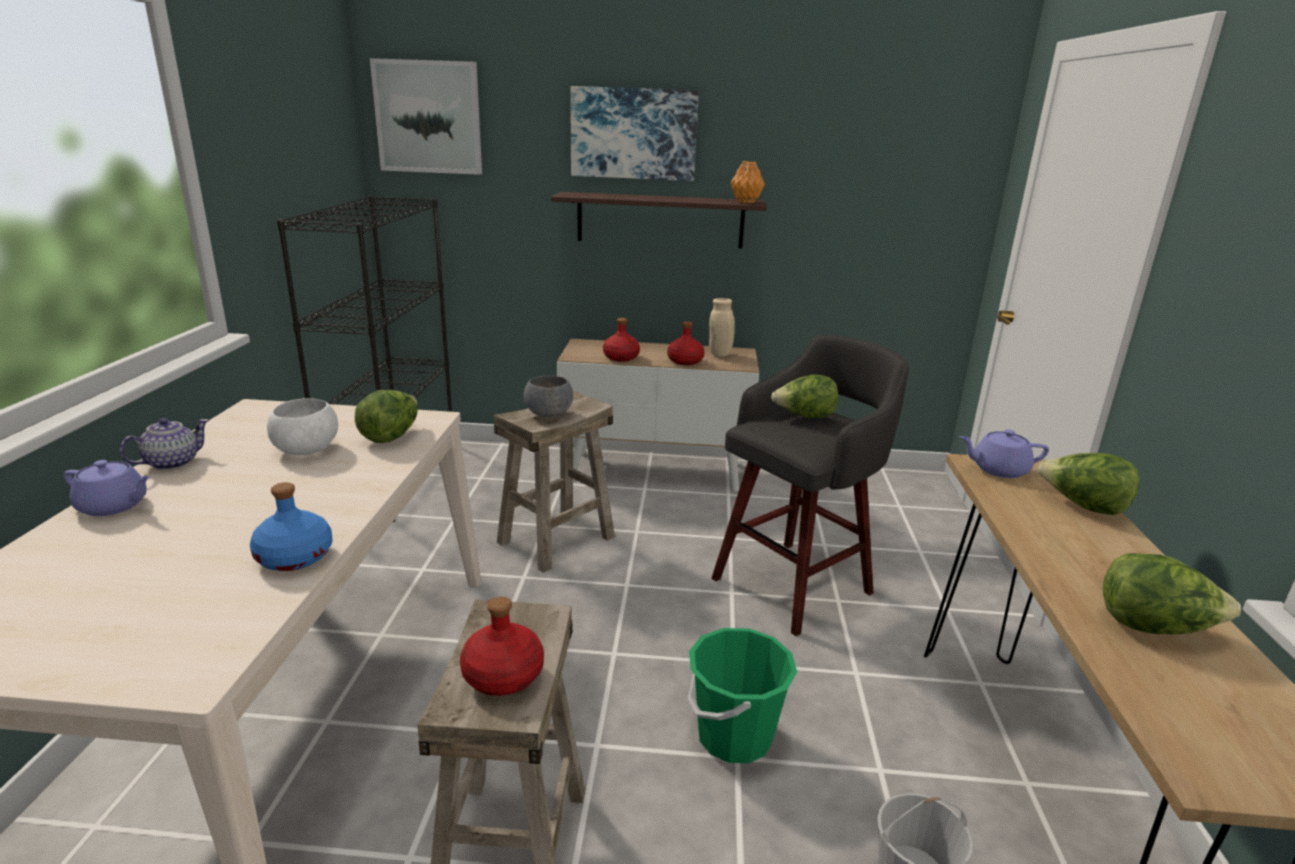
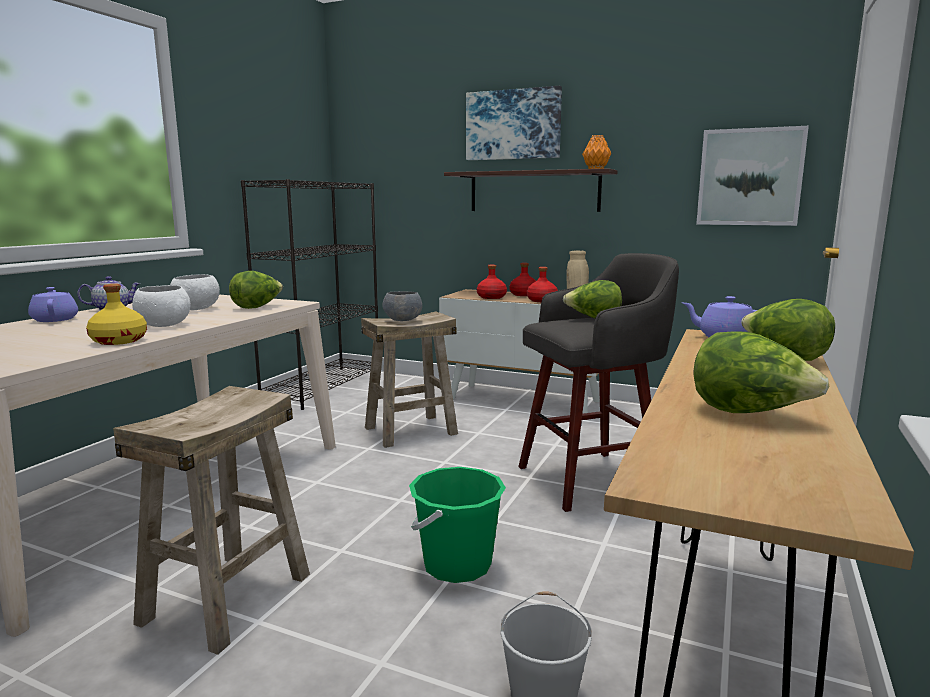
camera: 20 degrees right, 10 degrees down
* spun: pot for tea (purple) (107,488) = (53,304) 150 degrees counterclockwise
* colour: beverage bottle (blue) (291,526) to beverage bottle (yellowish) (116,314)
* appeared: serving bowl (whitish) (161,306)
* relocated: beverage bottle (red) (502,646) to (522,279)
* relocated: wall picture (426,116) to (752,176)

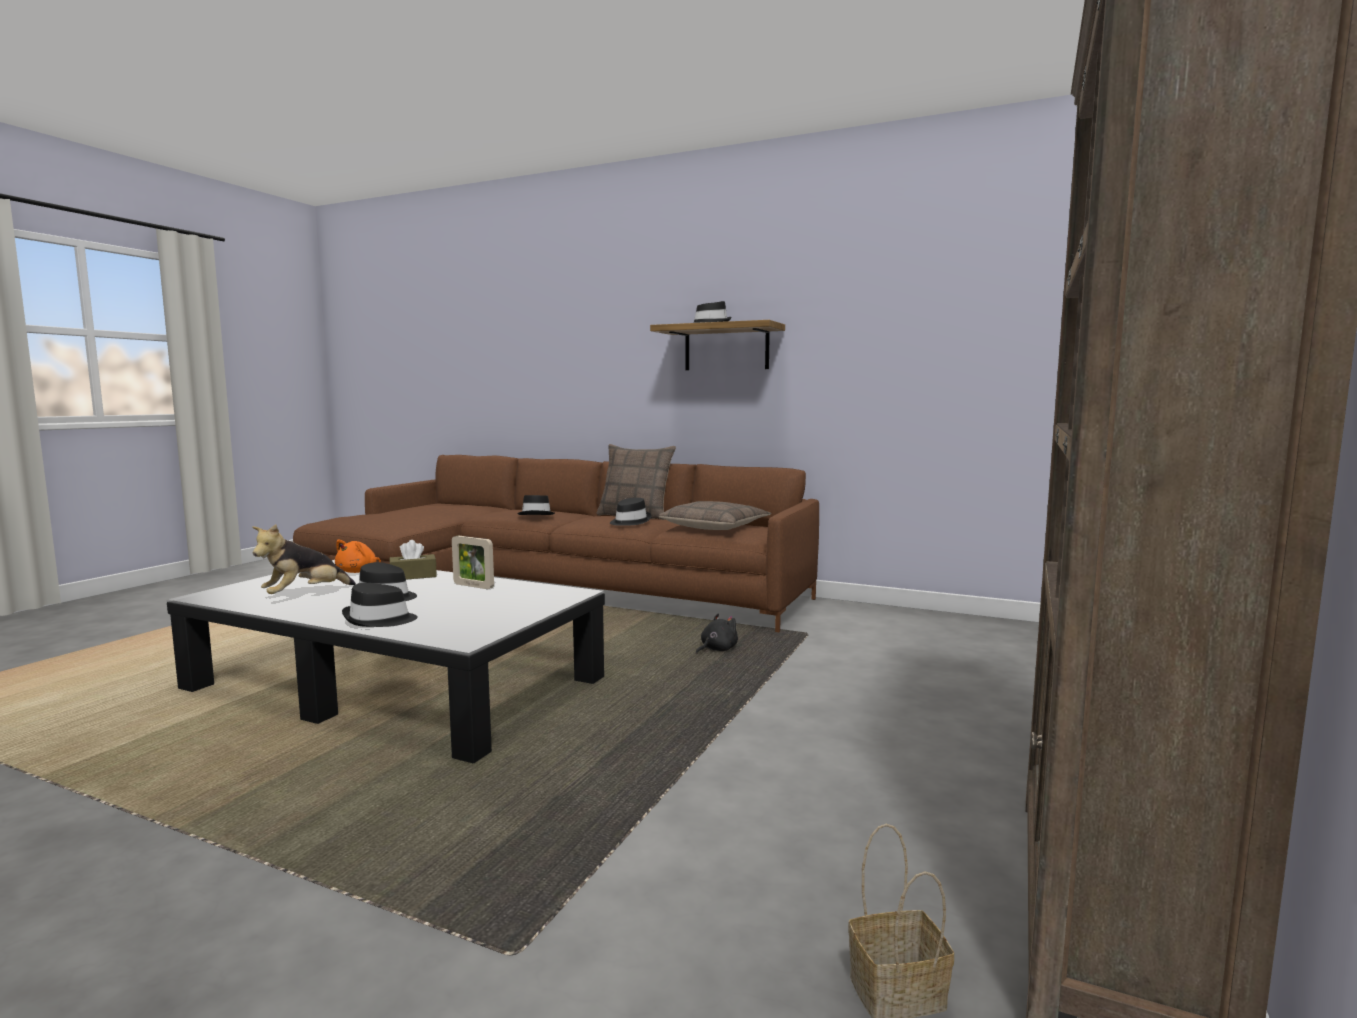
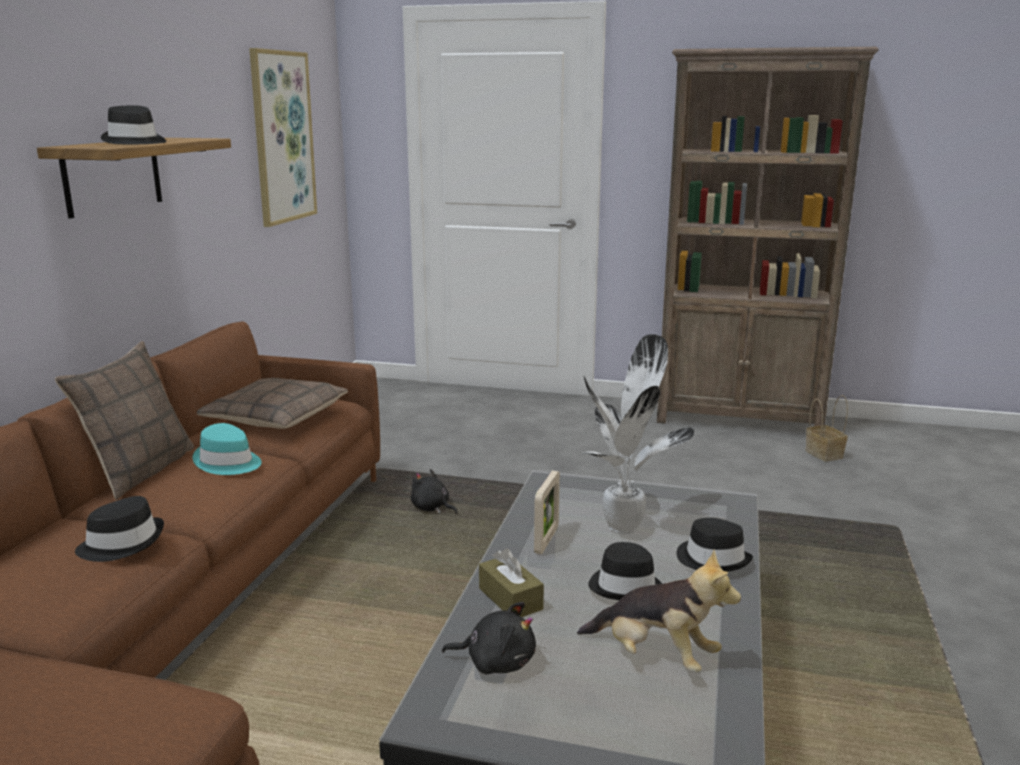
camera: 100 degrees left, 10 degrees up
* colour: hat (black-coloured) (630,512) to hat (turquoise) (227,449)
* appeared: wall picture (283,137)
* colour: cuddly toy (orange-coloured) (358,556) to cuddly toy (black-coloured) (489,638)
* appeared: plant in a pot (638,434)

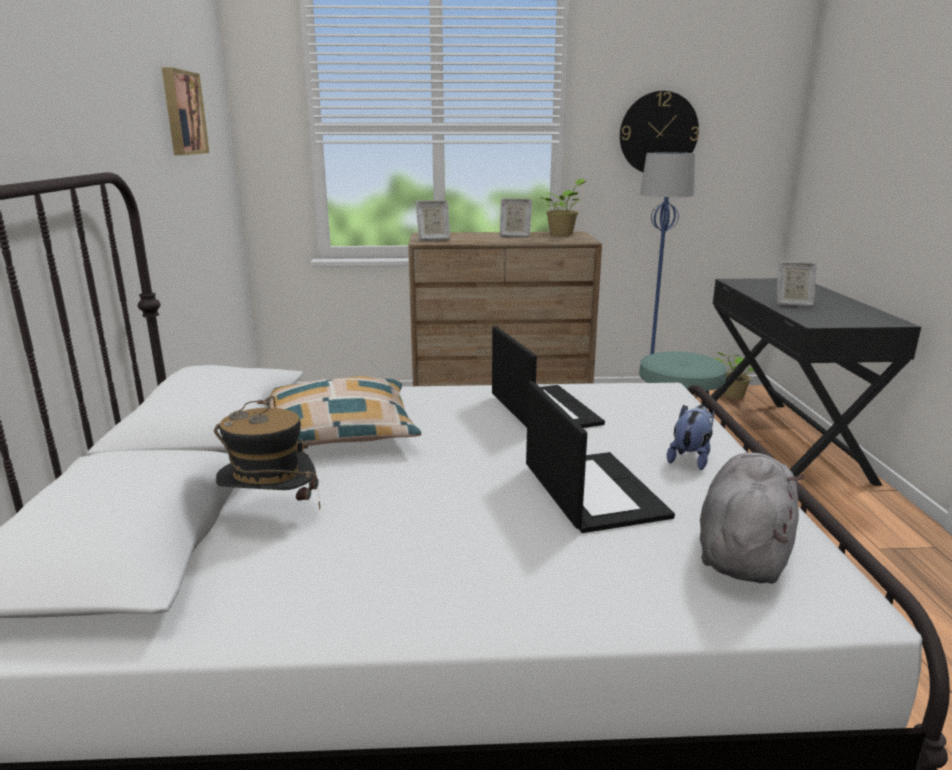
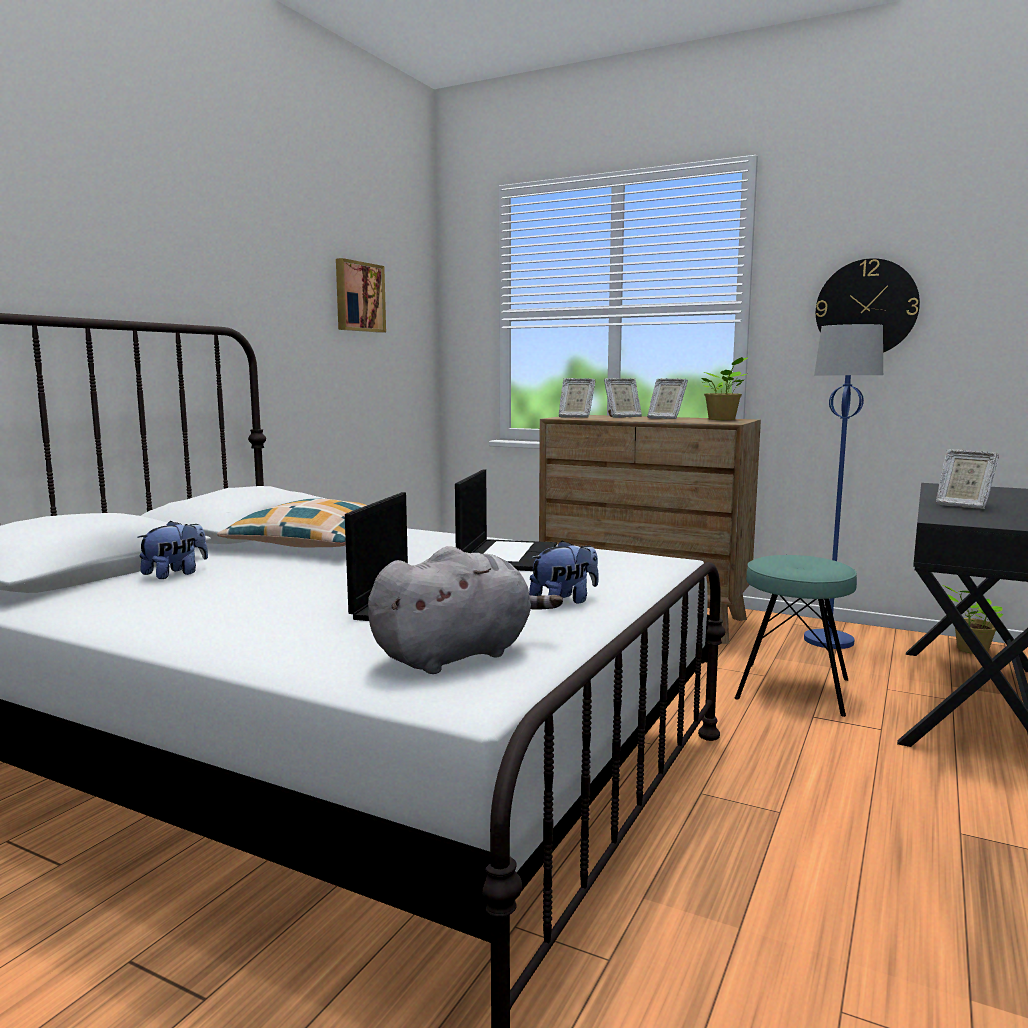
camera: 30 degrees right, 10 degrees down
* exchanged: hat (267,453) to cuddly toy (172,550)
* appeared: standing frame (623,398)

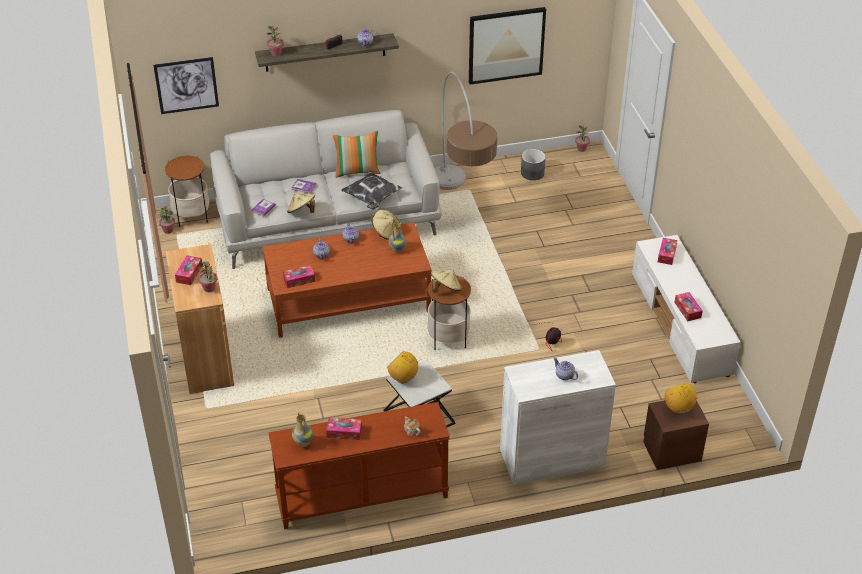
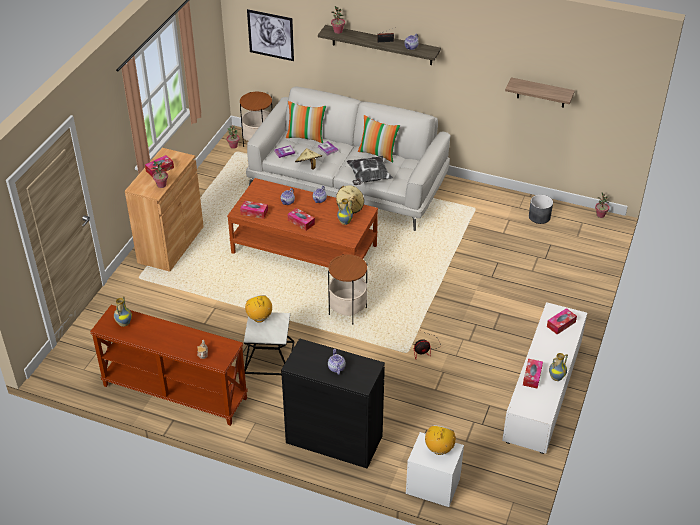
camera: 35 degrees right, 0 degrees up
* colour: cupboard (whitish) (558,417) to cupboard (black-coloured) (333,403)
* appeared: cushion (306,122)
* relocated: tissue holder (344,428) to (301,219)
* colour: nightstand (brown-coloured) (676,435) to nightstand (whitish) (435,469)
* exchanged: wall picture (507,46) to shelf (540,92)
* appeared: vase (558,367)
* missing: hat (sand-coloured) (446,281)
* missing: floor lamp (466,130)

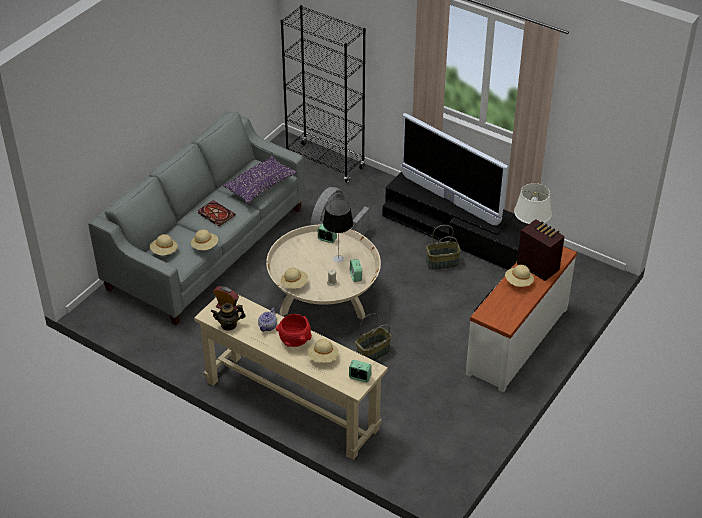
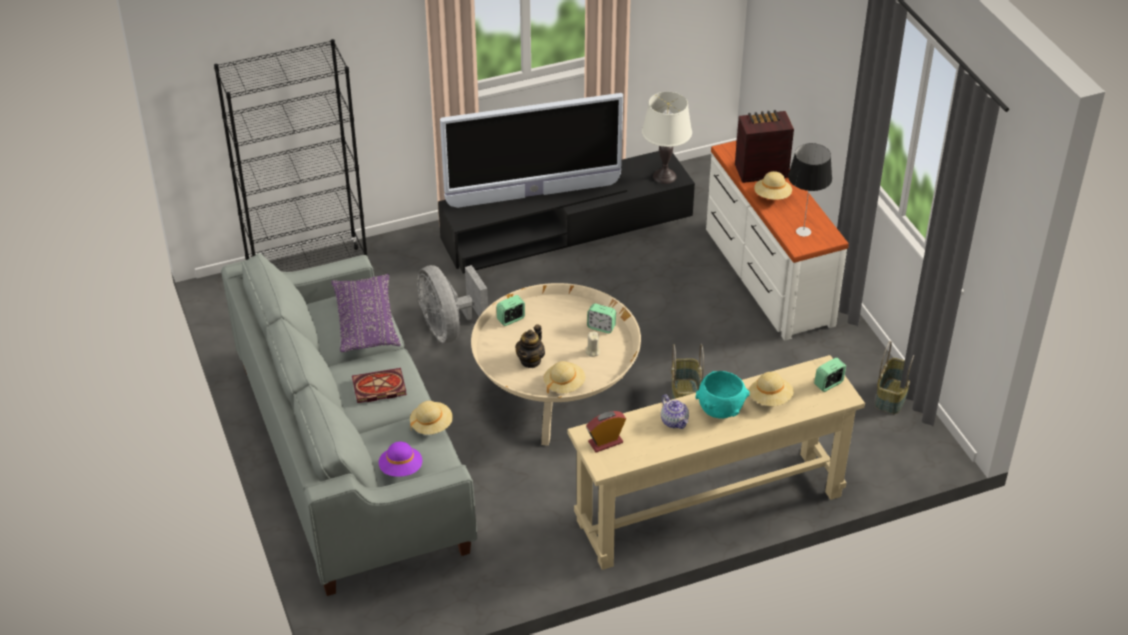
camera: 55 degrees left, 0 degrees up
* colour: hat (sand-coloured) (164,244) to hat (purple) (400,459)
* relocated: pot for tea (228,317) to (530,346)
* colour: serving bowl (red) (294,330) to serving bowl (turquoise) (723,394)
* relocated: tabletop lamp (338,231) to (810,189)
* relocated: basket (443,247) to (894,377)

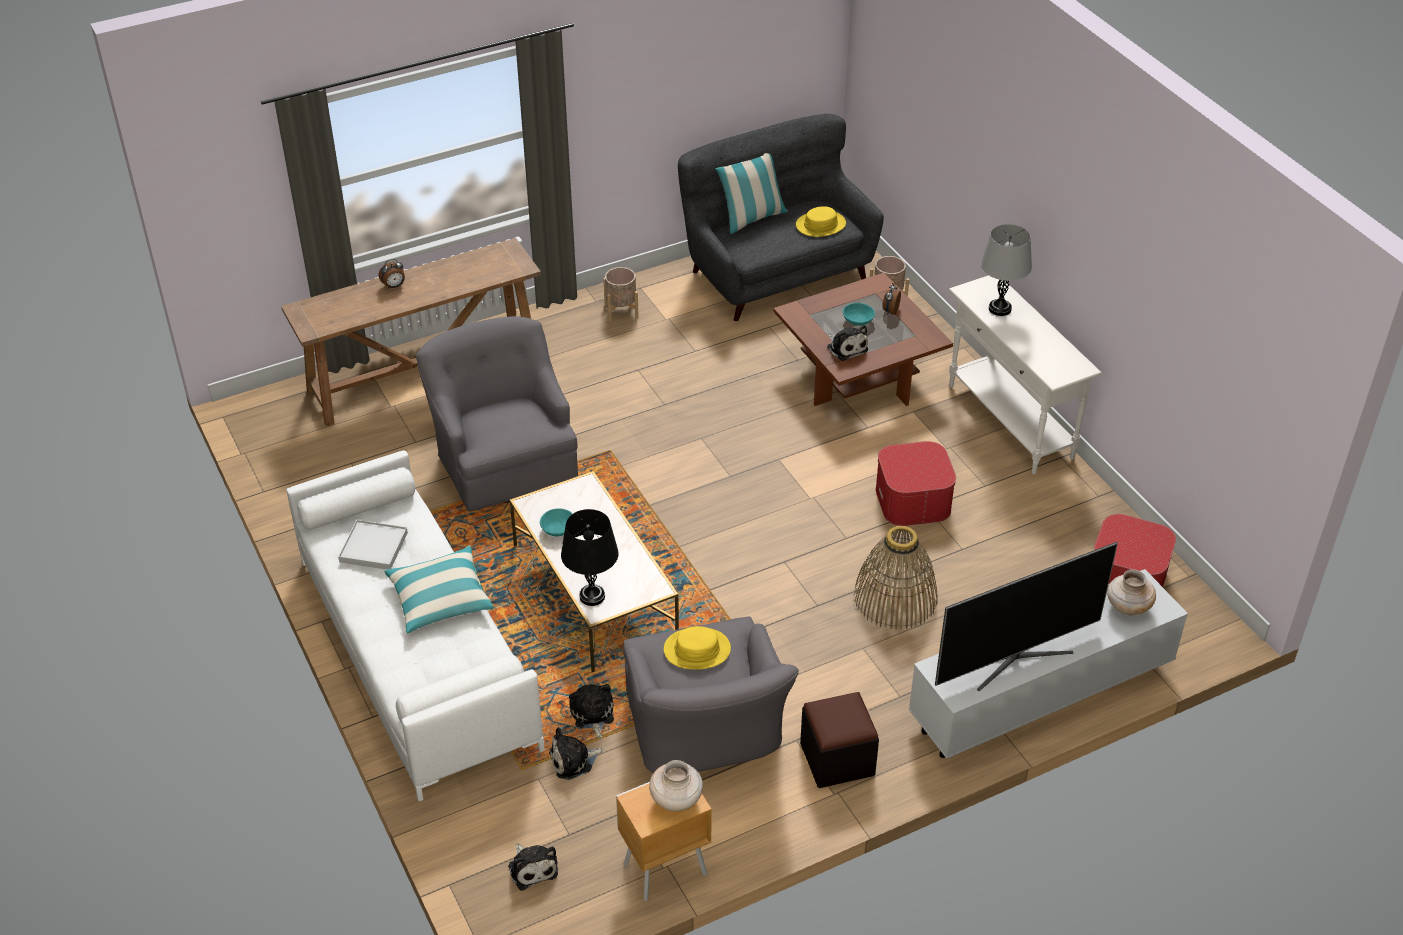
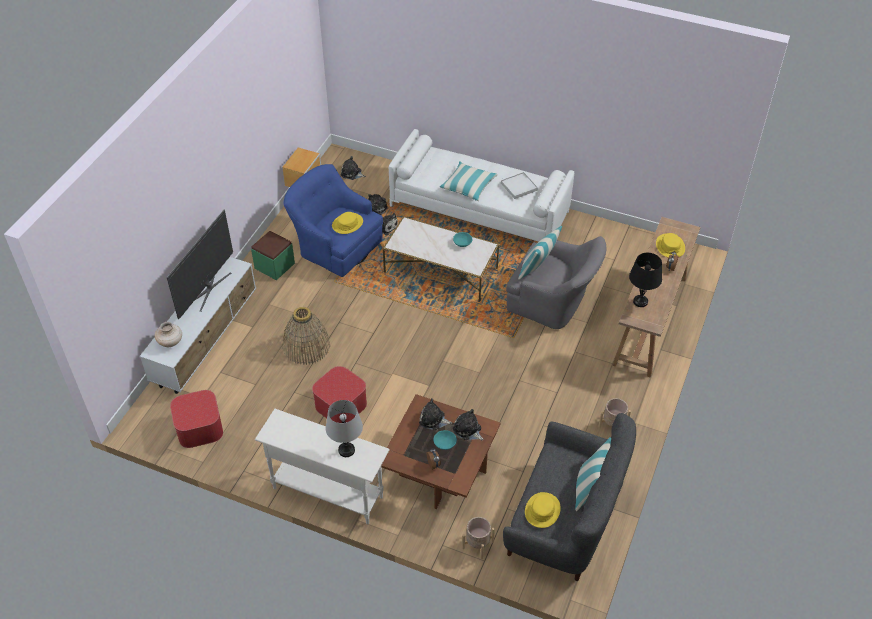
camera: 140 degrees right, 5 degrees up
* colour: ottoman (black-coloured) (839,740) to ottoman (green) (273,255)
* colour: lounge chair (gray) (711,694) to lounge chair (blue) (333,220)
* appeared: cuddly toy (468,424)
* appeared: cushion (540,252)
* relocated: tabletop lamp (black-coloured) (590,557) to (645,280)
* appeared: hat (yellowish) (670,245)
* missing: vase (sand-coloured) (676,785)

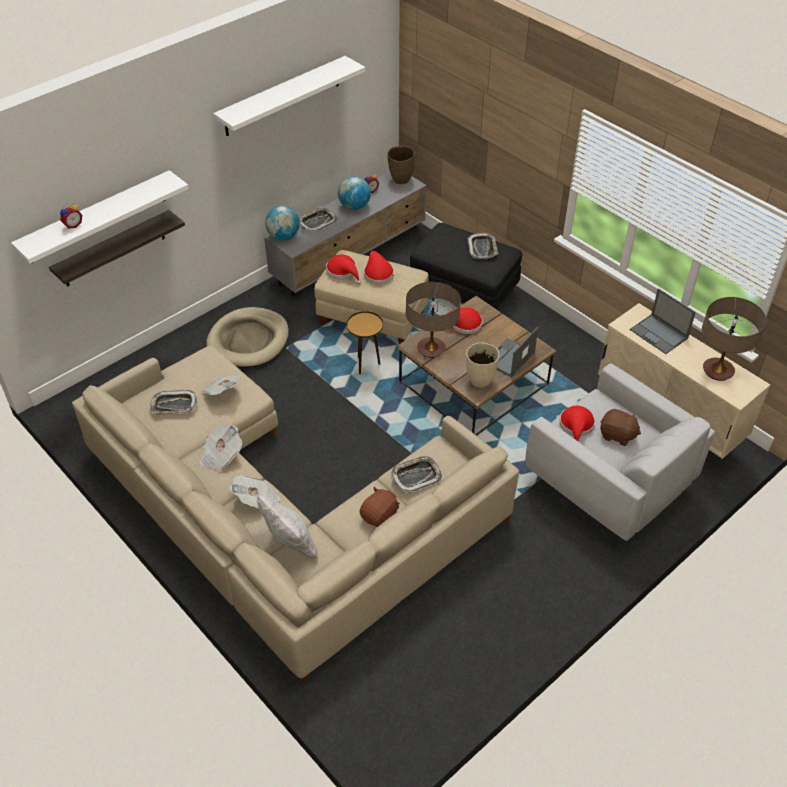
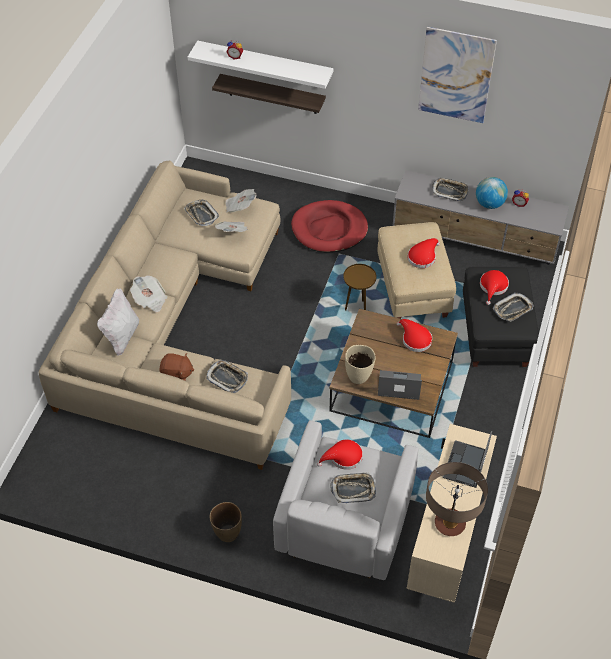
camera: 60 degrees right, 5 degrees up
* relocated: vase (brown-coloured) (401,165) to (226,522)
* relocated: newspaper (220,448) to (240,201)
* colour: pet bed (sand-coloured) (247,337) to pet bed (red) (329,226)
* exchanged: cuddly toy (brown-coloured) (620,427) to carrying tray (353,487)
* exchanged: shelf (whitish) (289,96) to wall picture (457,75)
* relocated: hat (red) (343,269) to (494,287)
* missing: world globe (282,223)
* missing: tabletop lamp (433,320)

